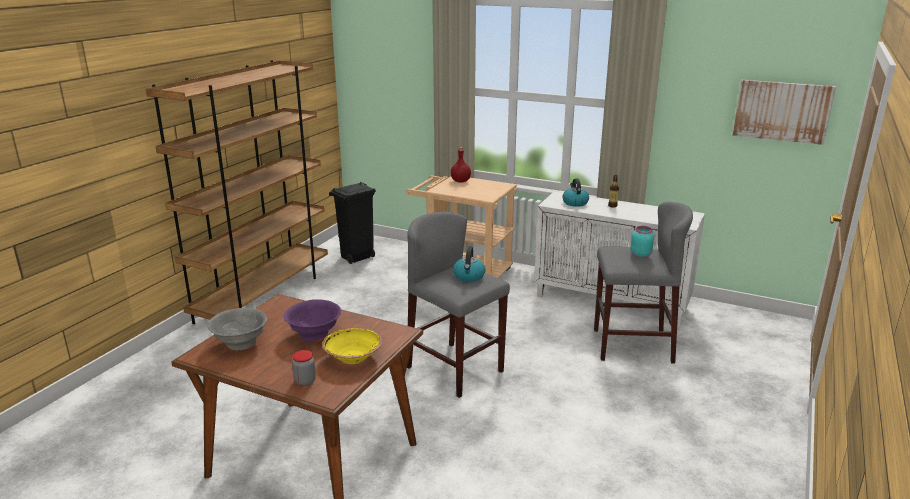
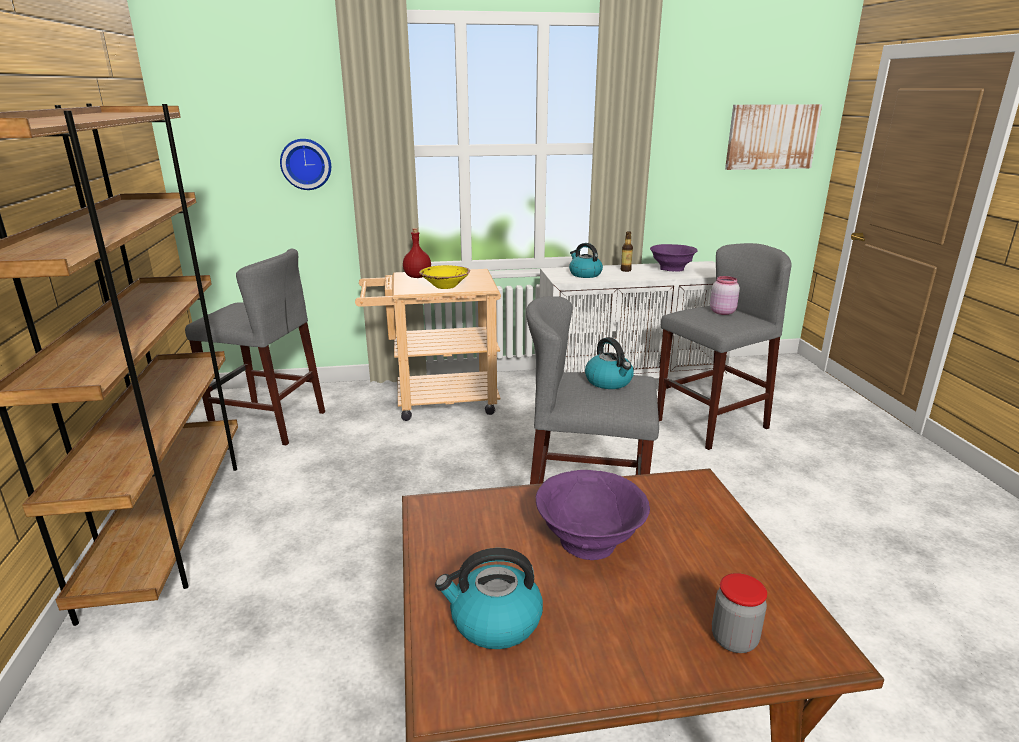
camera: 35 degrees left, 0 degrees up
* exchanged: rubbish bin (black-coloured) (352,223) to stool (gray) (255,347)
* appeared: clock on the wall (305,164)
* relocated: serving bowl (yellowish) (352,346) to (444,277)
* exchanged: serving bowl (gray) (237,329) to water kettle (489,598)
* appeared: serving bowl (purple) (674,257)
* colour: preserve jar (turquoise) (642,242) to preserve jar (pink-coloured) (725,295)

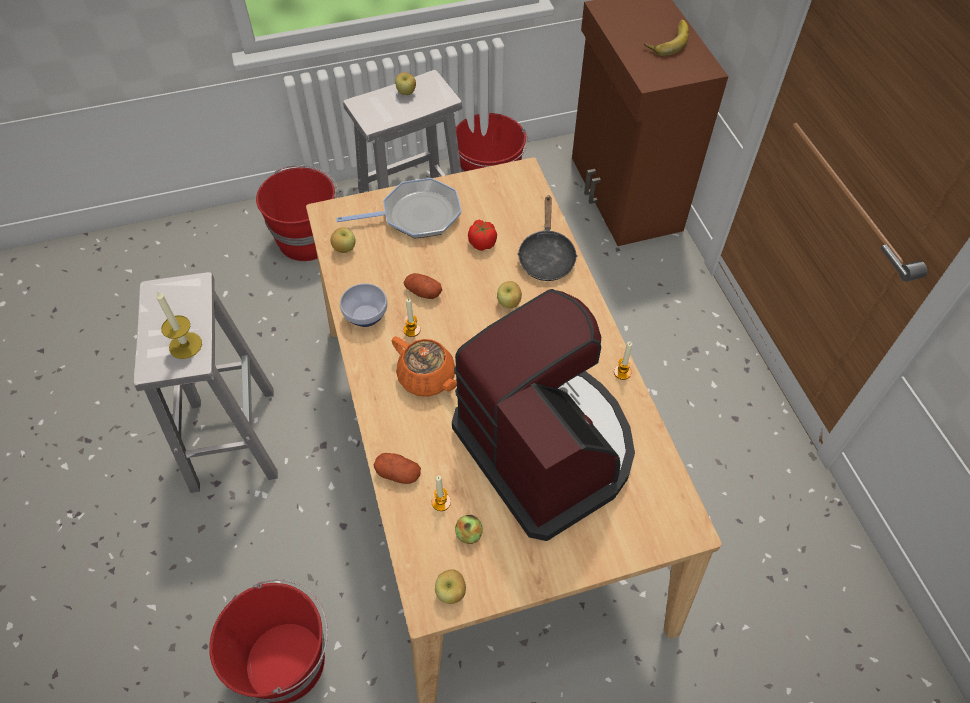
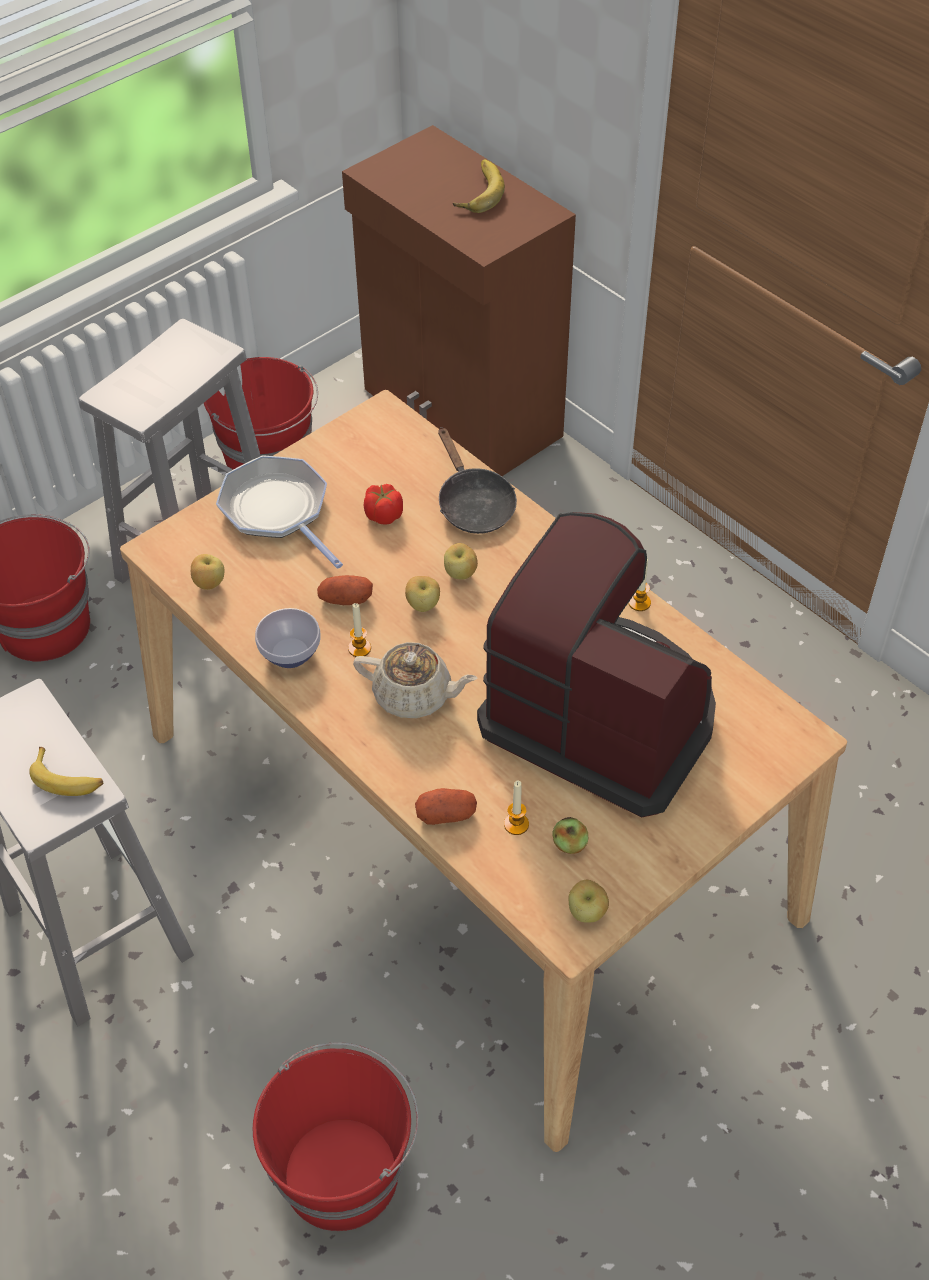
camera: 25 degrees left, 5 degrees down
* exchanged: wax candle (179,325) to banana (66,771)
* spun: skillet (399,208) = (279,512) 90 degrees counterclockwise
* colour: pot for tea (orange-coloured) (424,366) to pot for tea (sand-coloured) (415,680)
* relocated: apple fruit (405,83) to (422,594)

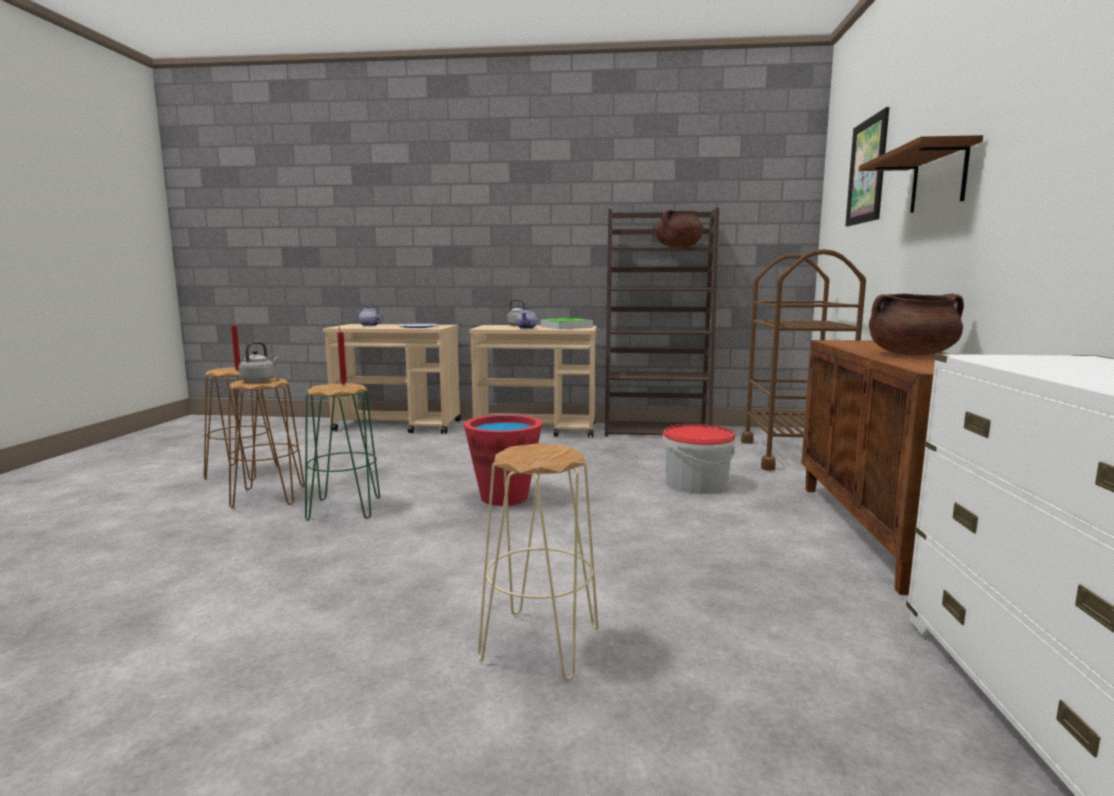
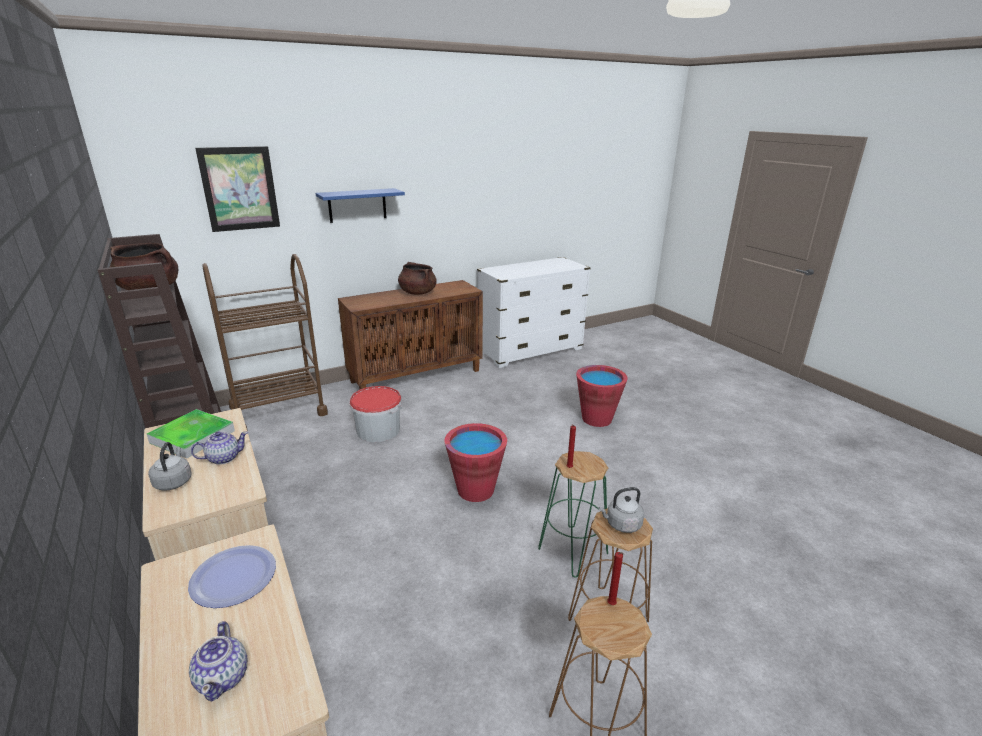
camera: 125 degrees left, 15 degrees up
* colour: shelf (brown-coloured) (921,174) to shelf (blue) (360,205)
* exchanged: stool (sand-coloured) (538,561) to bucket (red) (602,396)

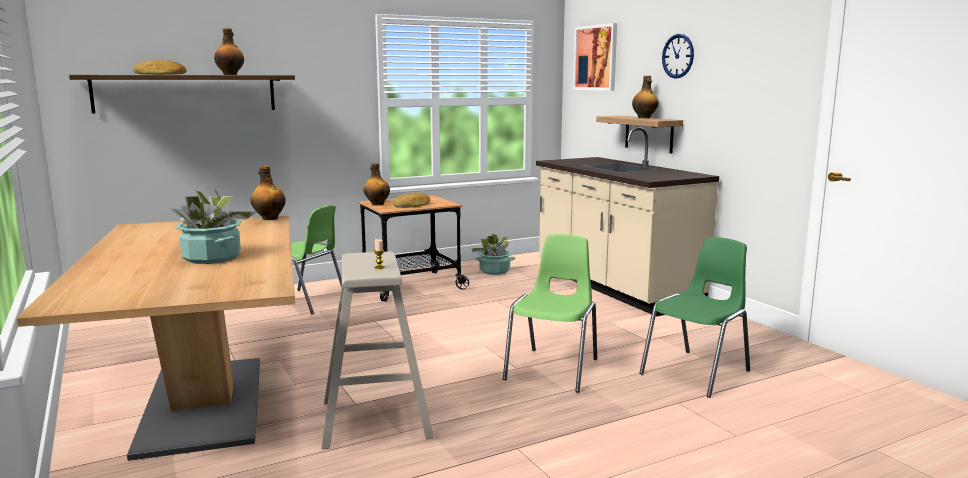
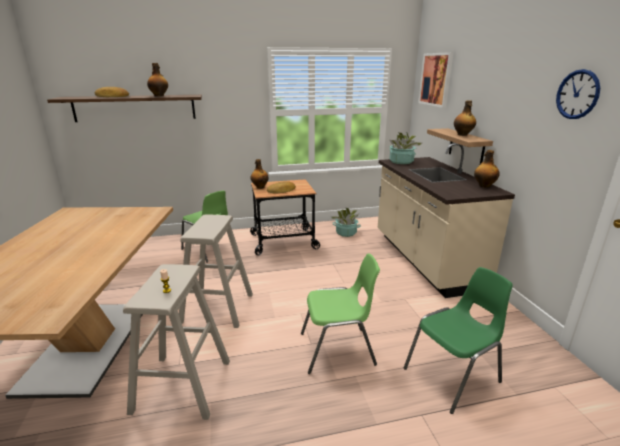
camera: 15 degrees right, 10 degrees up
* appeared: stool (sand-coloured) (216,271)
* spun: chair (green) (550,313) = (340,313) 45 degrees clockwise
* relocated: plant in a pot (214,226) to (406,148)
* relocated: beverage bottle (268,193) to (487,169)
* relocated: clock on the wall (678,56) to (578,94)

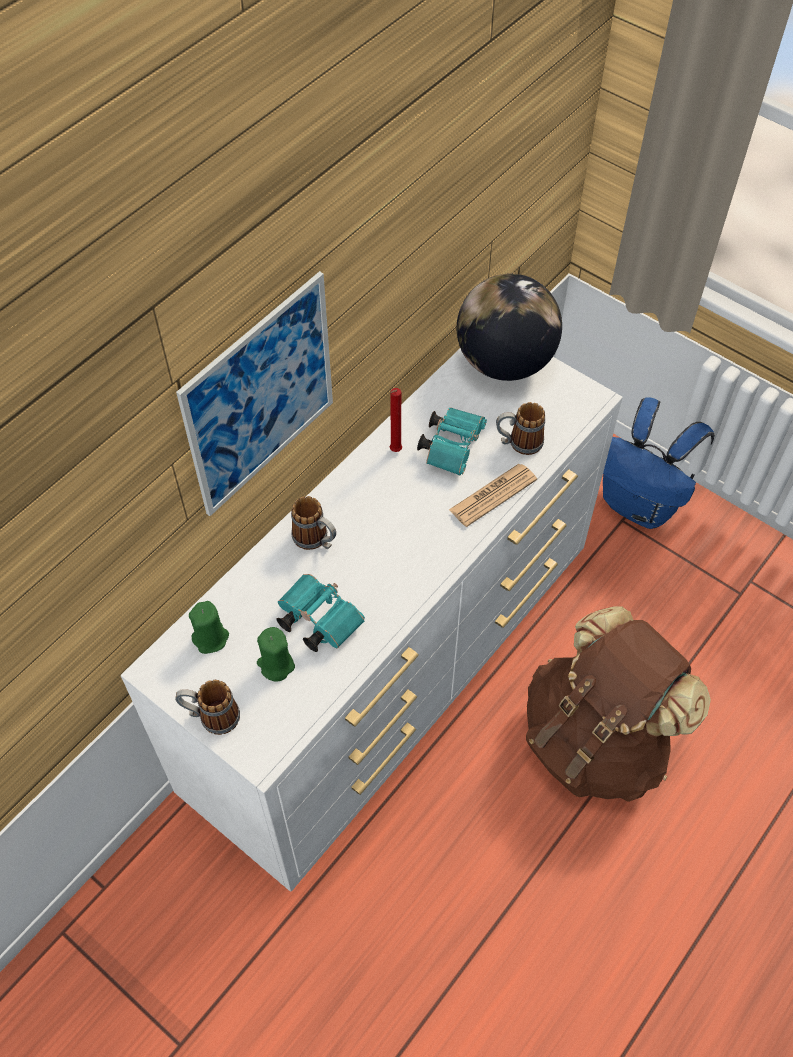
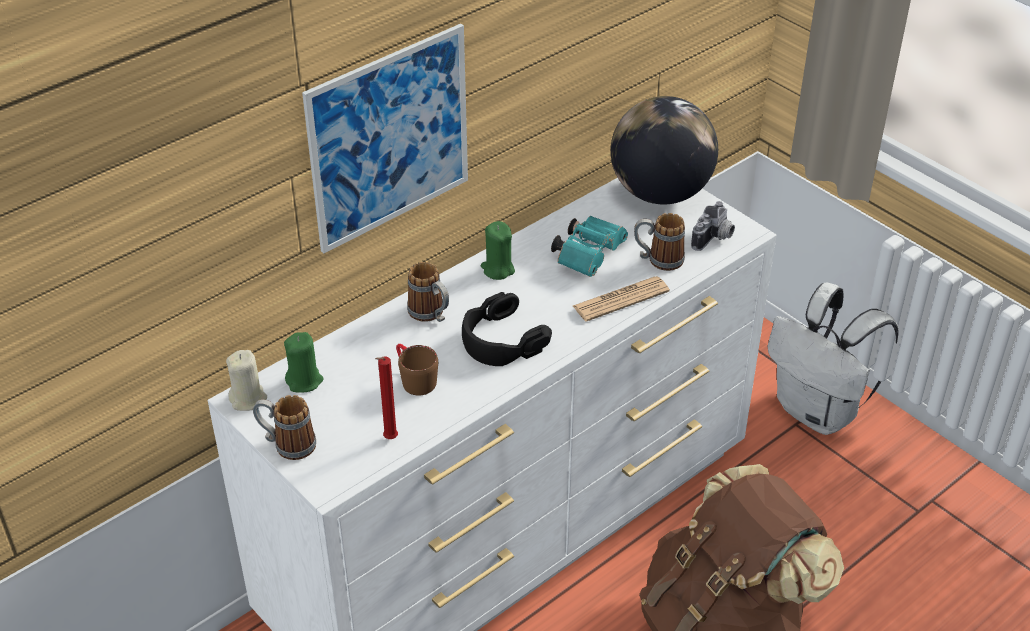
camera: 10 degrees right, 15 degrees down
* appeared: wax candle (sand-coloured) (246,380)
* relocated: wax candle (red) (396,420) to (386,398)
* exchanged: field glasses (turquoise) (321,613) to coffee mug (brown-coloured) (417,370)
* appeared: headphones (black-coloured) (507,329)
* relocated: wax candle (green) (276,654) to (498,250)
* appeared: still camera (713,226)
* colour: rucksack (blue) (659,463) to rucksack (whitish) (833,359)

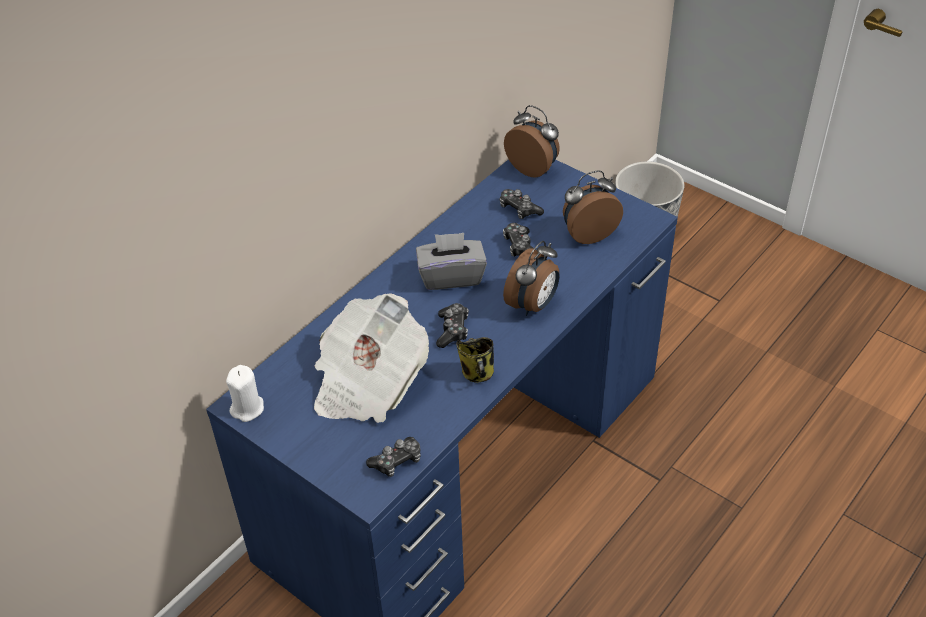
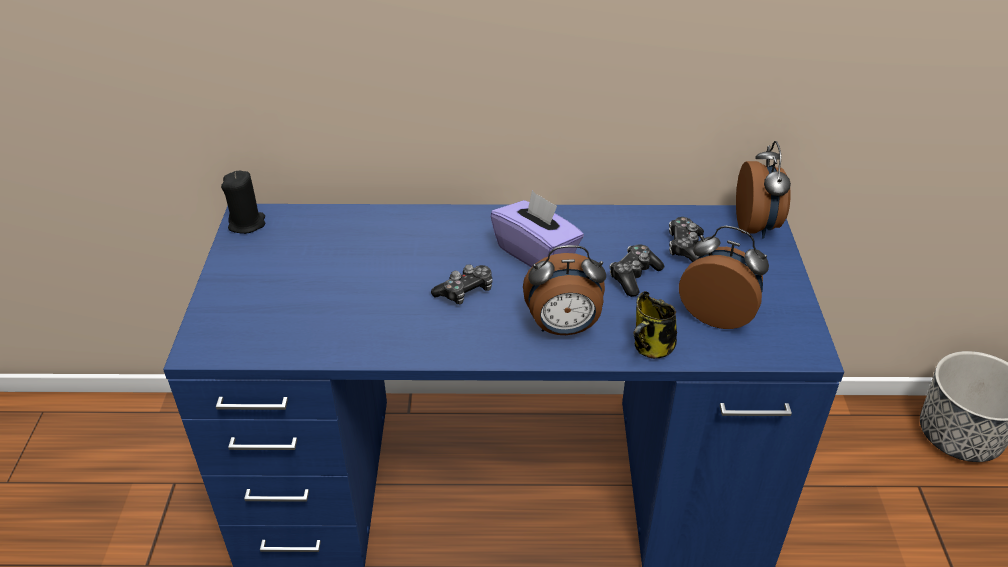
camera: 50 degrees right, 5 degrees down
* colour: wax candle (whitish) (245,393) to wax candle (black-coloured) (243,202)
* colour: tissue holder (gray) (451,261) to tissue holder (purple) (537,228)
* relocated: coffee mug (475,360) to (655,325)
* missing: newspaper (371,358)
* missing: joypad (393,457)

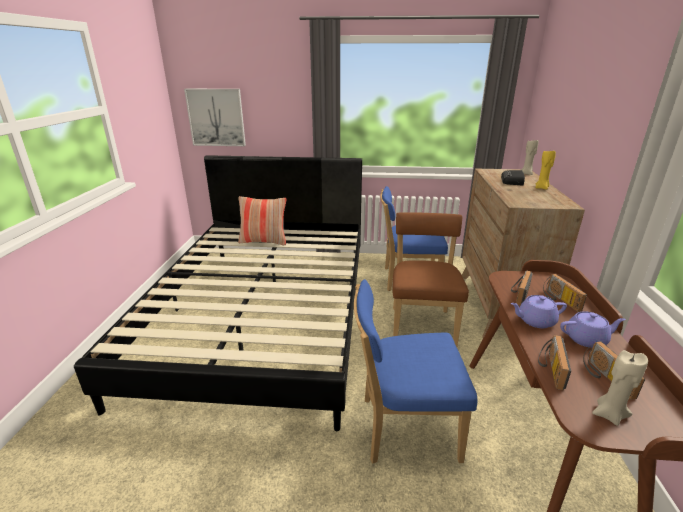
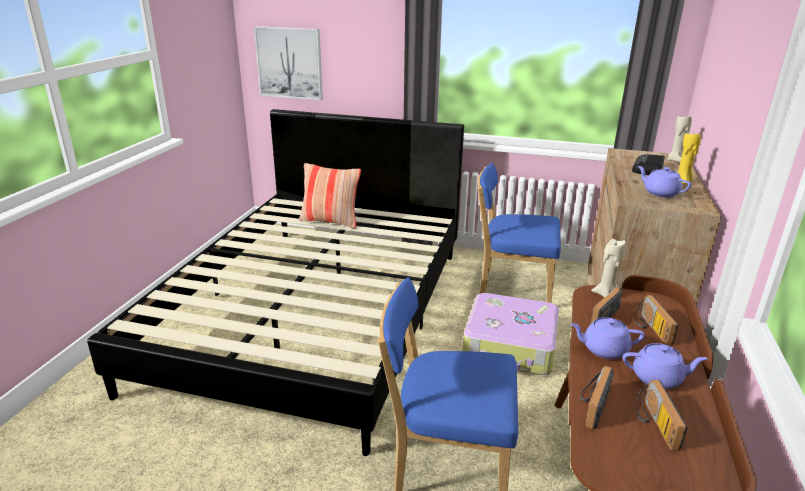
camera: 10 degrees right, 0 degrees up
* exchanged: chair (brown-coloured) (430,279) to piece of luggage (511,334)
* relocated: wax candle (sand-coloured) (620,388) to (608,268)
* appeared: pot for tea (purple) (664,181)

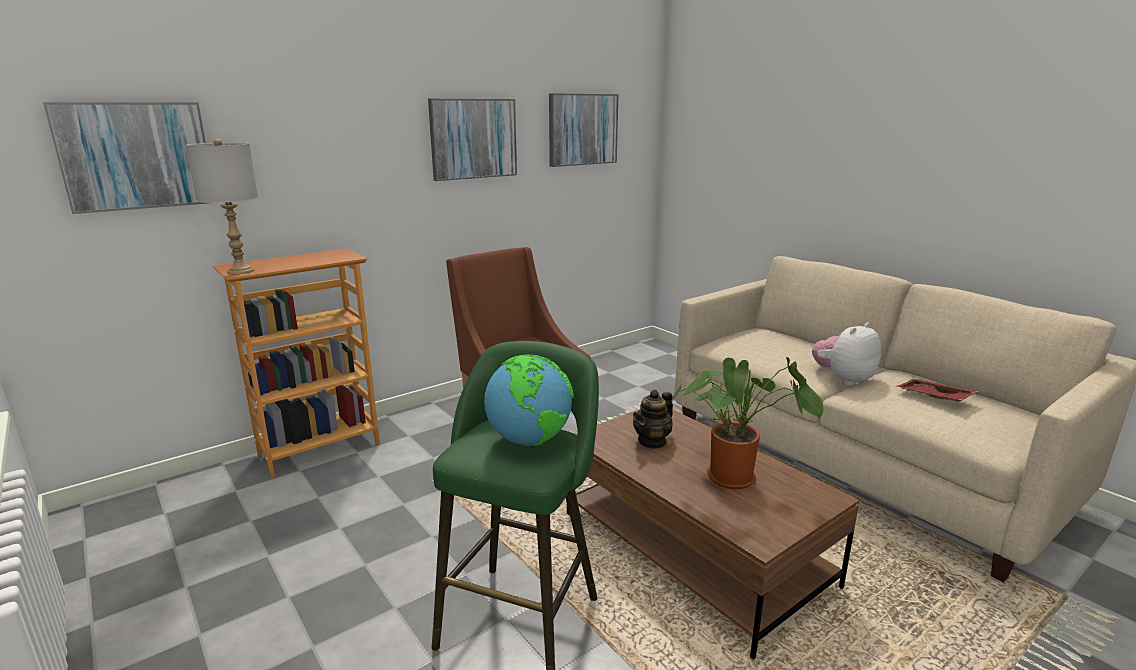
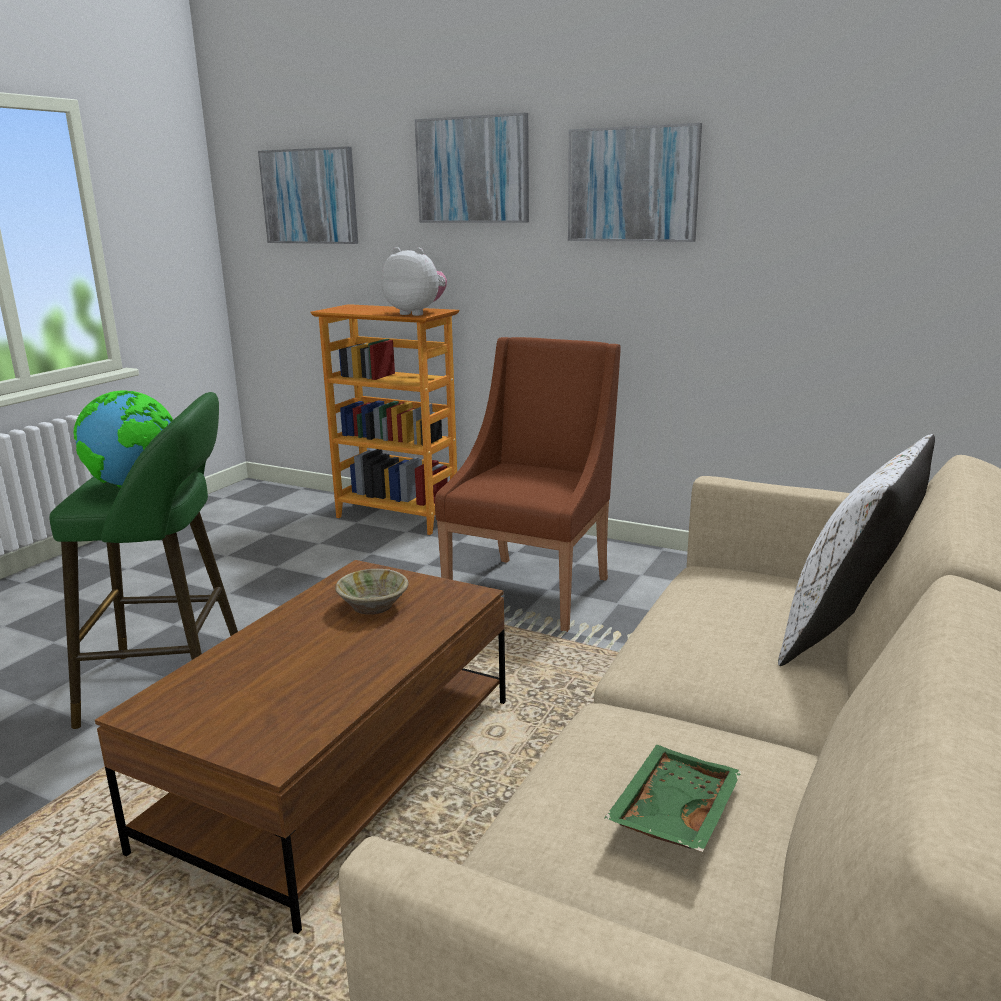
camera: 65 degrees right, 0 degrees up
* exchanged: pot for tea (653,419) to serving bowl (sand-coloured) (372,591)
* relocated: cuddly toy (846,354) to (414,281)
* relocated: wall picture (583,130) to (472,168)
* colour: carrying tray (red) (937,390) to carrying tray (green) (673,798)
* appeared: cushion (whitish) (856,550)
* missing: tabletop lamp (gray) (222,206)
* missing: plant in a pot (747,423)

